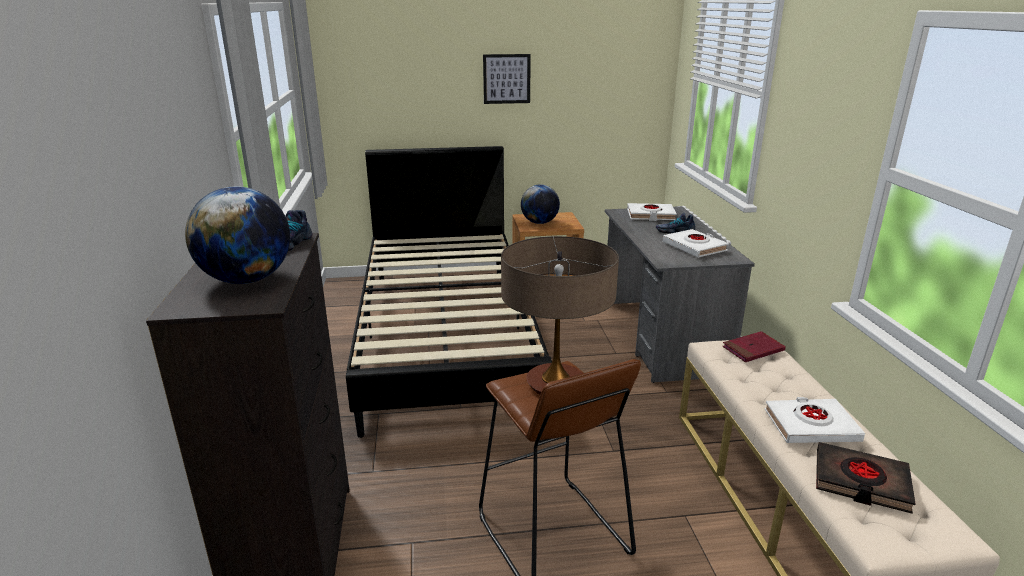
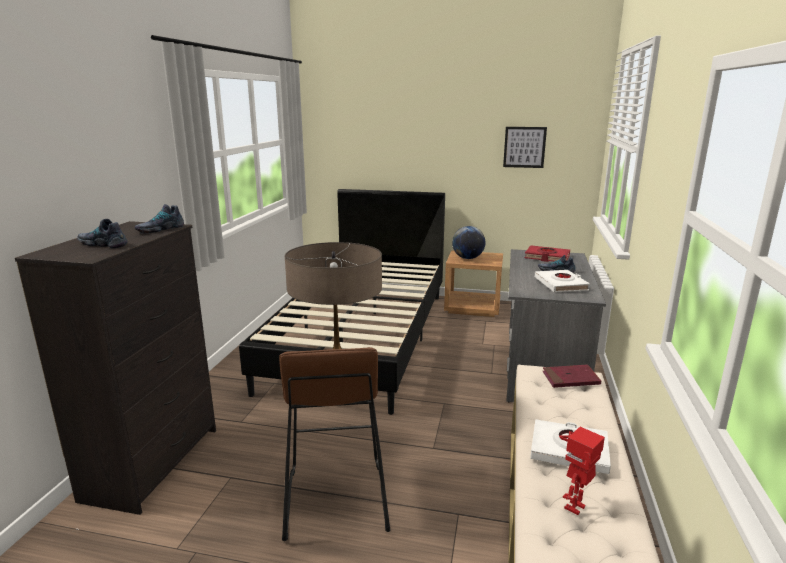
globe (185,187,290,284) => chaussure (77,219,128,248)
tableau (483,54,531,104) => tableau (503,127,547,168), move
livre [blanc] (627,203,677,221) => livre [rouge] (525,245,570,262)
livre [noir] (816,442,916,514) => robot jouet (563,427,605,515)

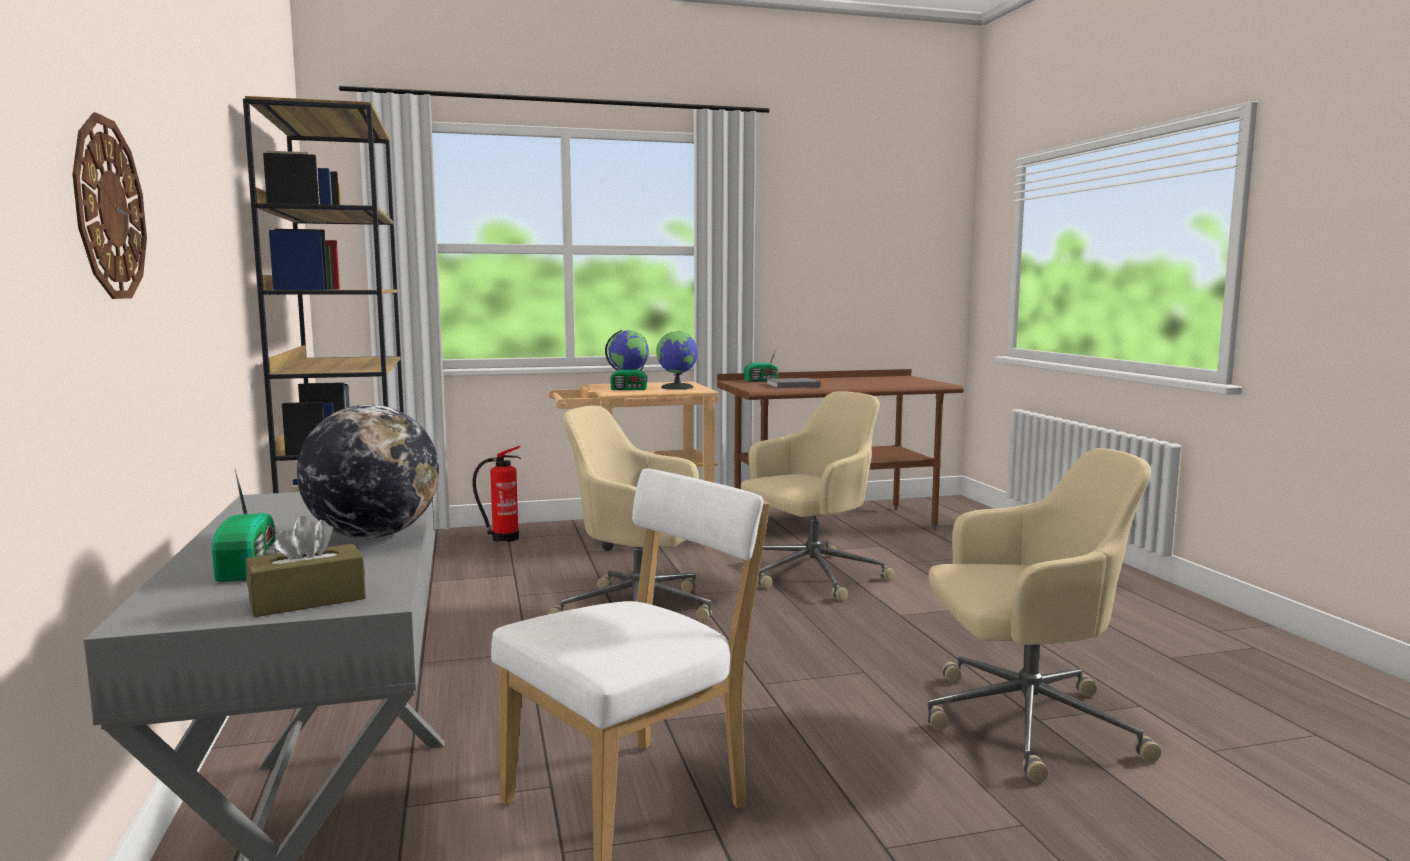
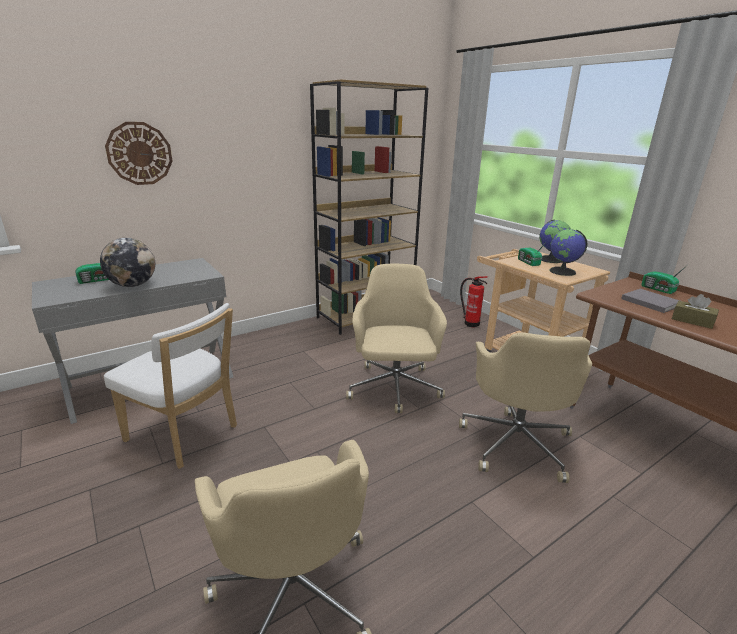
boîte à mouchoirs [marron] (246,516,366,617) => boîte à mouchoirs [marron] (672,294,719,329), move
chaise de bureau [beige] (741,391,894,601) => chaise de bureau [beige] (459,332,592,483), 60 degrees clockwise

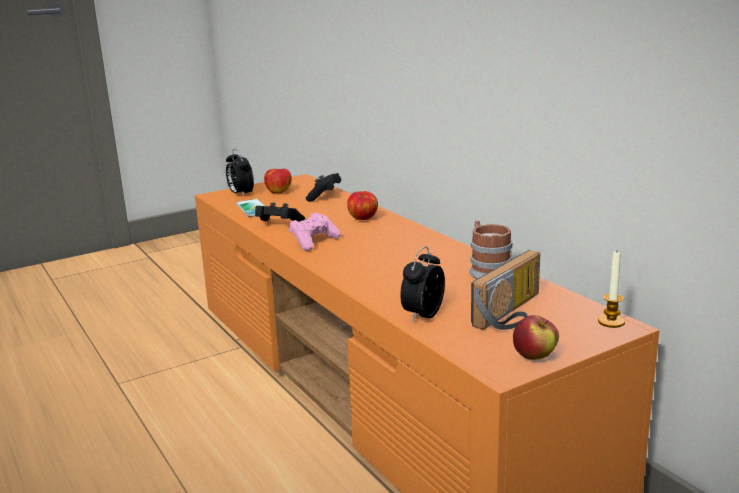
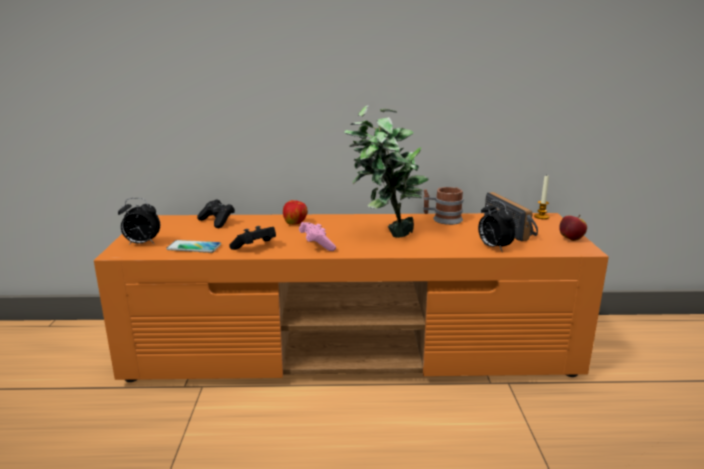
pomme (264,169,292,193) => nothing
nothing => plante en pot (344,105,429,238)

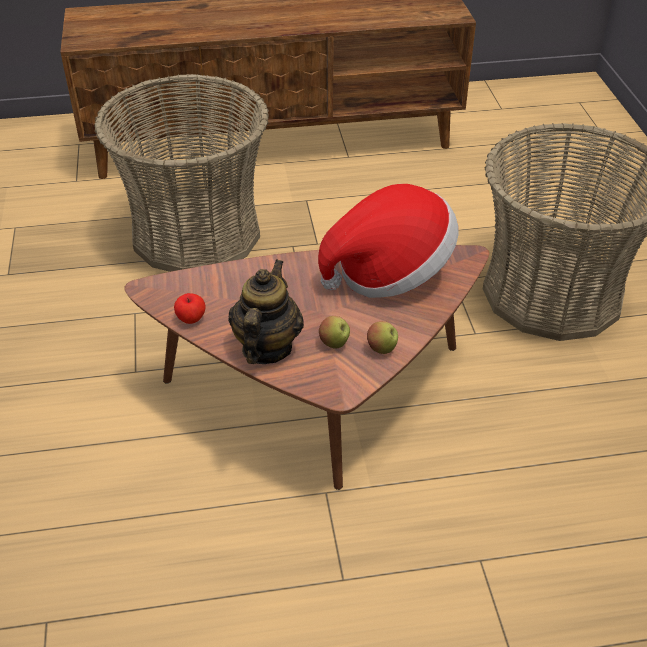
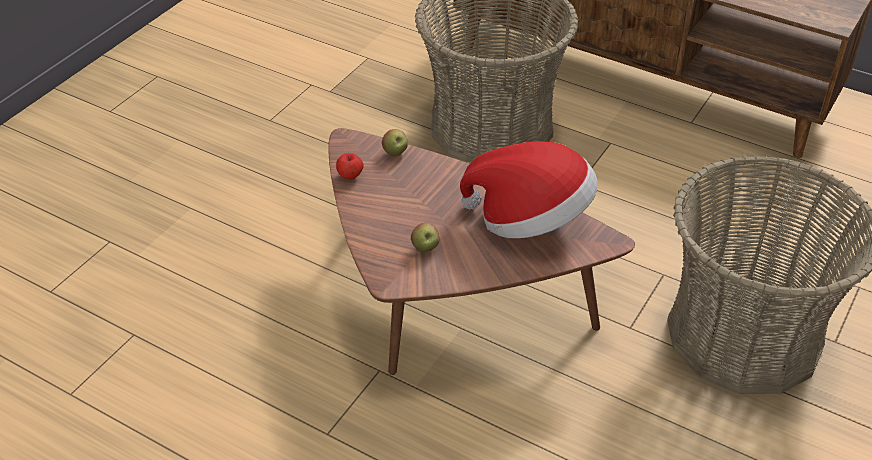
théière (228,259,304,364) => nothing
pomme (367,321,398,354) => pomme (382,129,408,157), move

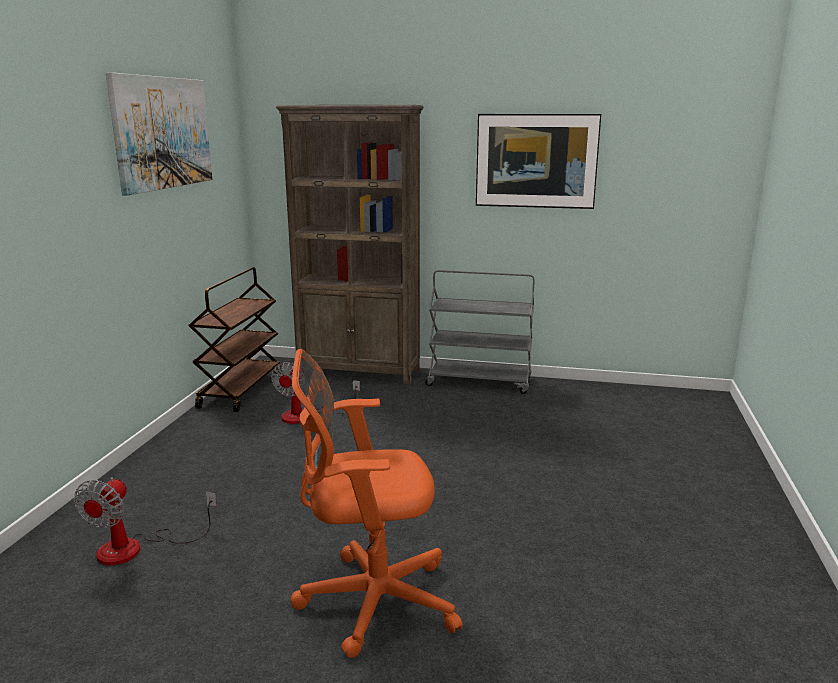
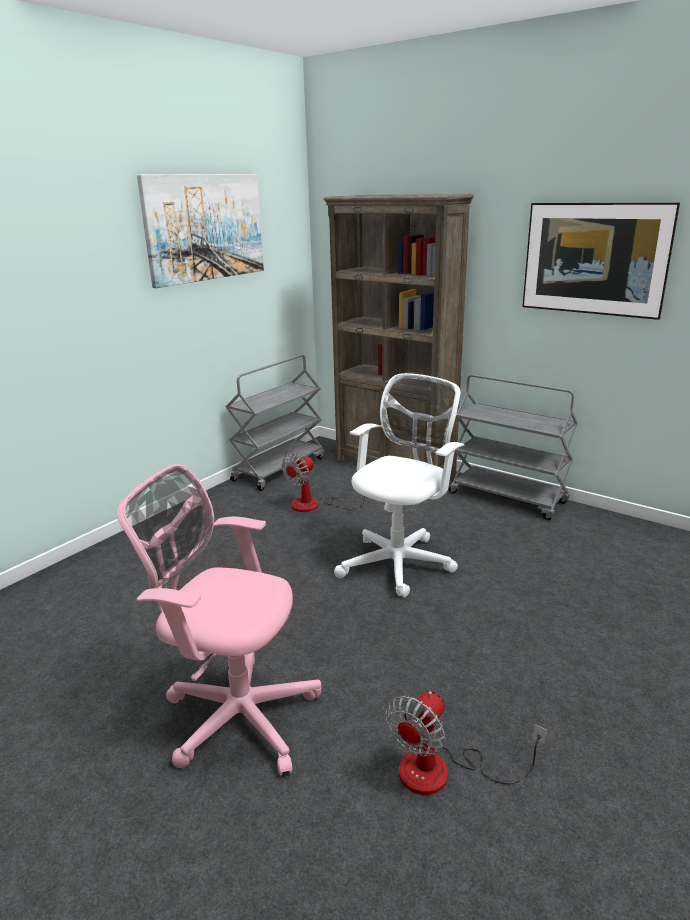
ventilateur (74,477,217,566) => ventilateur (386,691,547,795), move
chariot [marron] (188,267,281,412) => chariot [gris] (225,355,324,491)
chaise de bureau [orange] (291,349,462,658) => chaise de bureau [rose] (117,464,321,775)
nothing => chaise de bureau [blanc] (334,373,465,597)

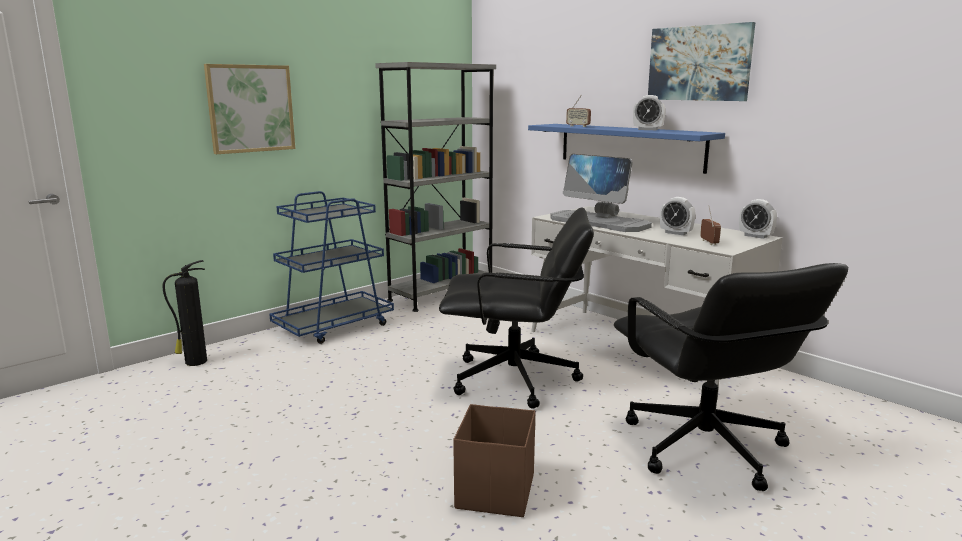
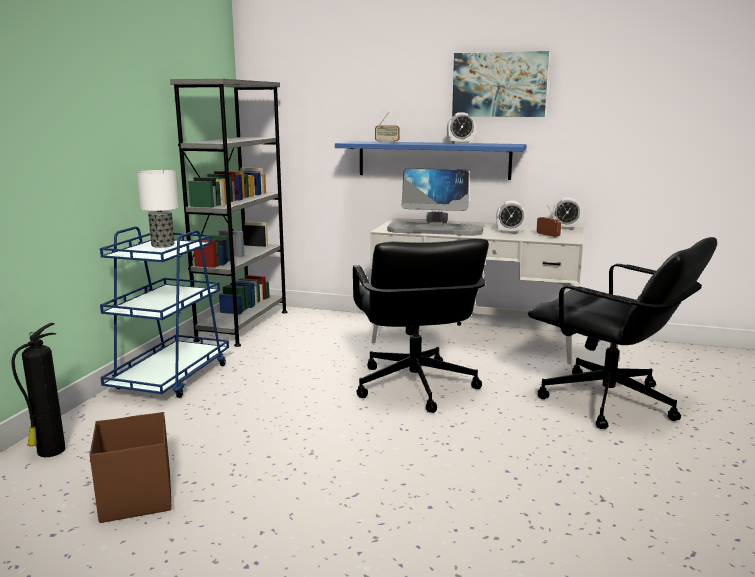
tableau (204,64,295,154) => nothing
chaise de bureau [noir] (439,207,594,409) => chaise de bureau [noir] (353,238,489,413), 105 degrees clockwise
boîte de rangement [marron] (453,404,535,517) => boîte de rangement [marron] (90,412,172,523), move
nothing => lampe de table (136,170,179,248)

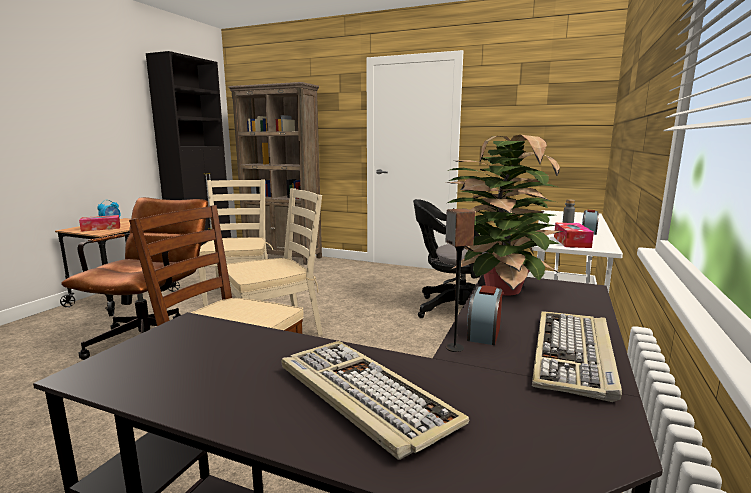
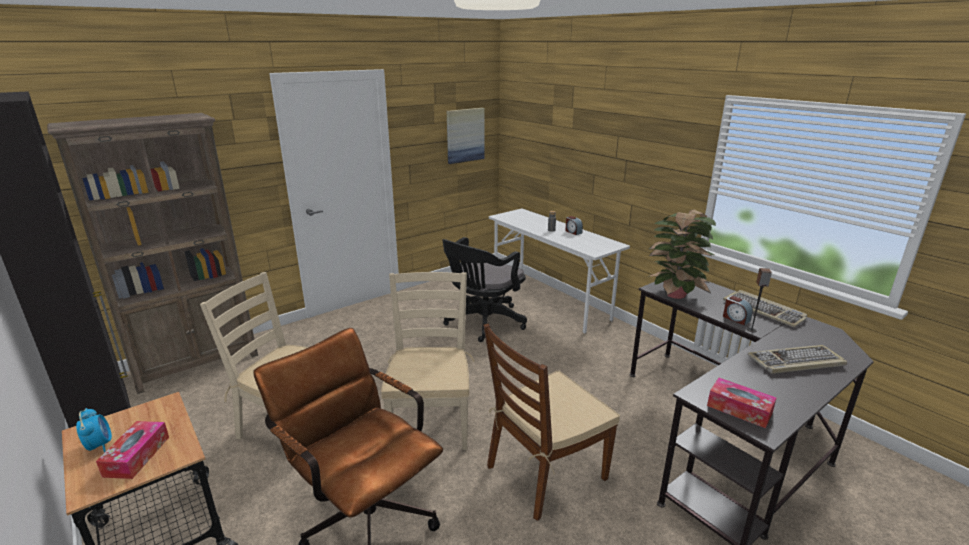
boîte à mouchoirs (554,223,594,248) => boîte à mouchoirs (707,378,776,428), move
nothing => tableau (447,108,484,164)

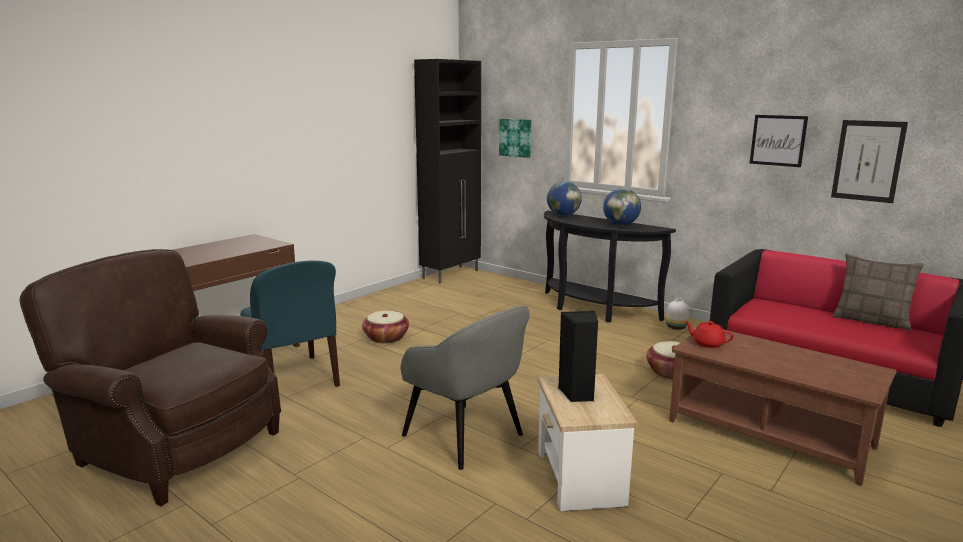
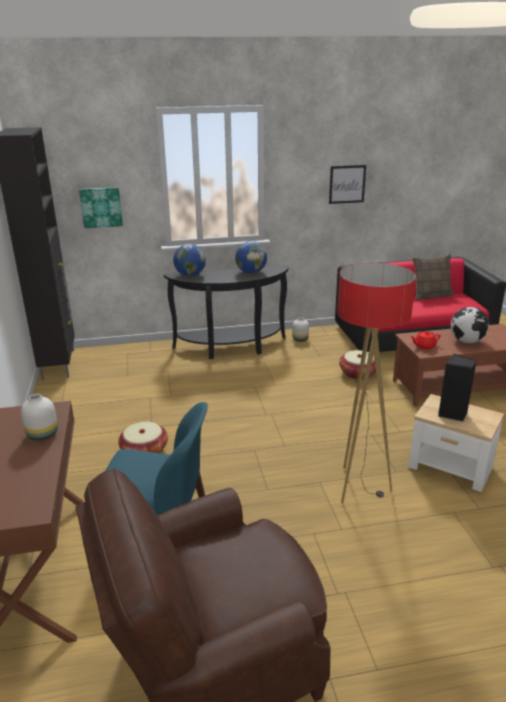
fauteuil [gris] (400,306,529,470) => lampadaire (337,263,416,504)
tableau (831,120,908,203) => nothing
nothing => vase [blanc] (21,394,58,441)
nothing => globe (451,307,489,343)

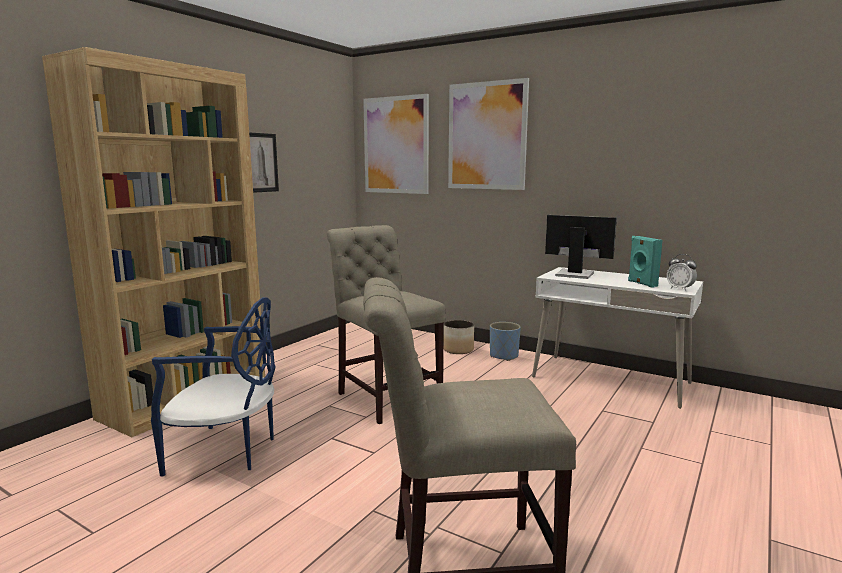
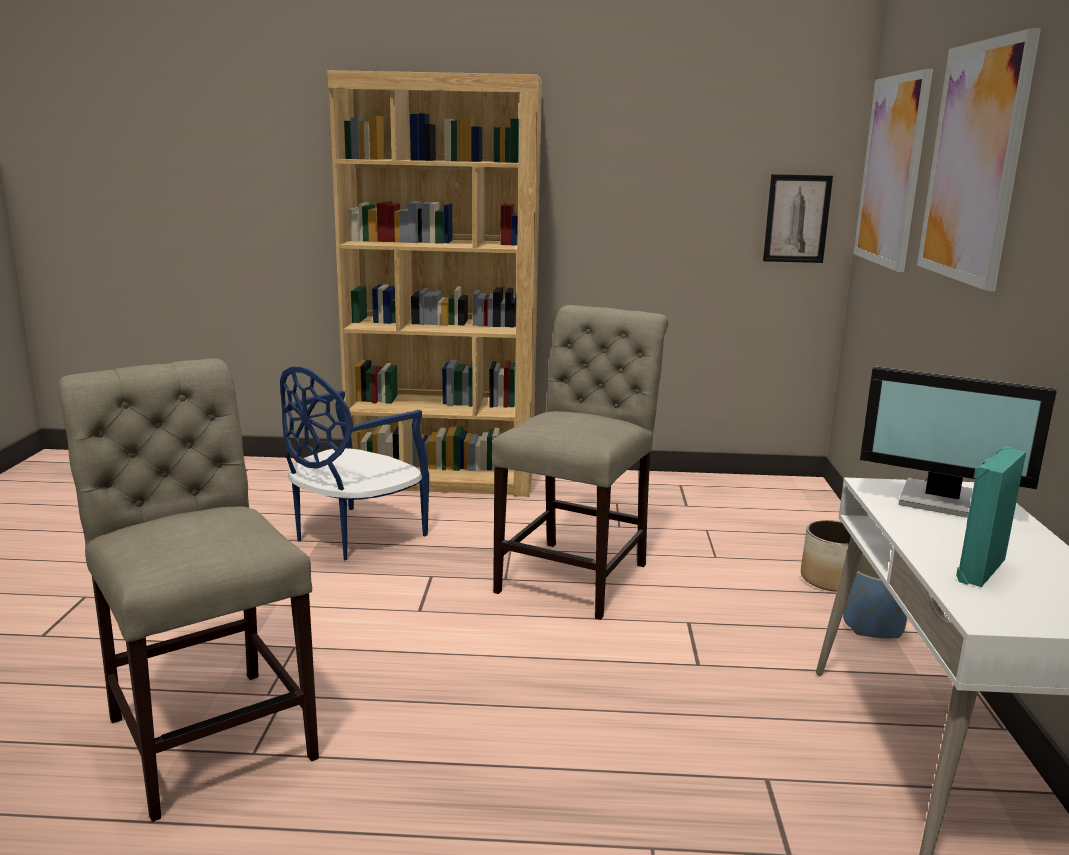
chaise [bleu] (151,297,275,476) => chaise [bleu] (280,367,429,560), 60 degrees clockwise
tableau (249,132,279,193) => tableau (763,174,833,263), move
écran d'ordinateur (545,215,617,279) => écran d'ordinateur (860,366,1057,518), 120 degrees clockwise
réveil (667,254,697,291) => nothing

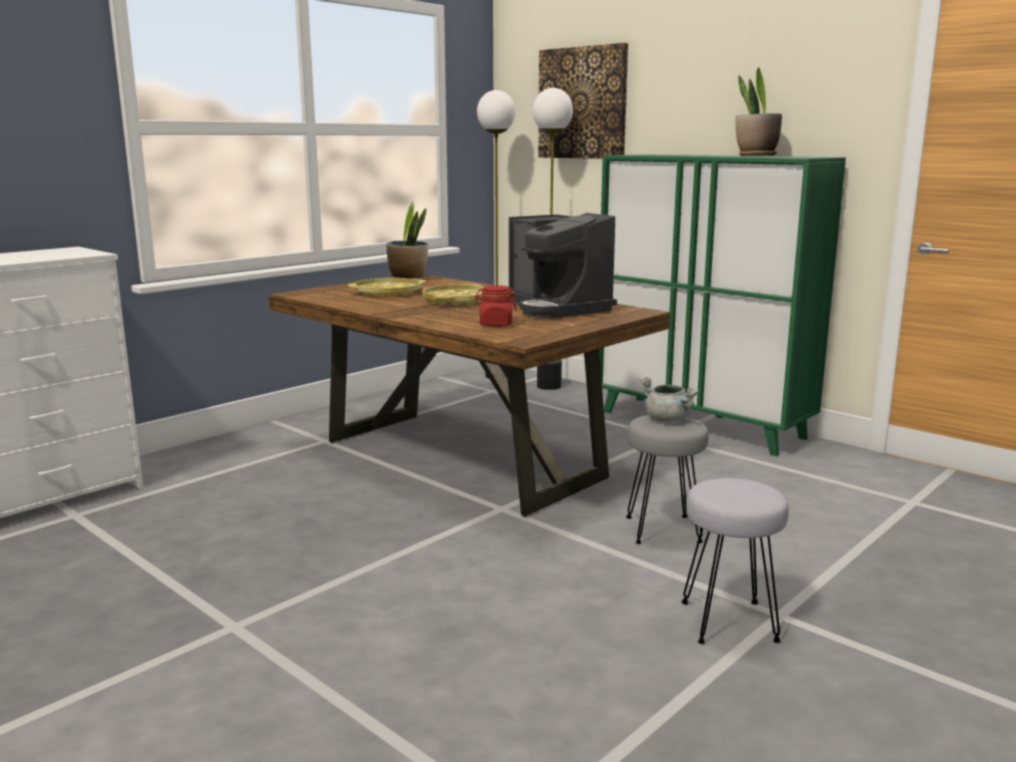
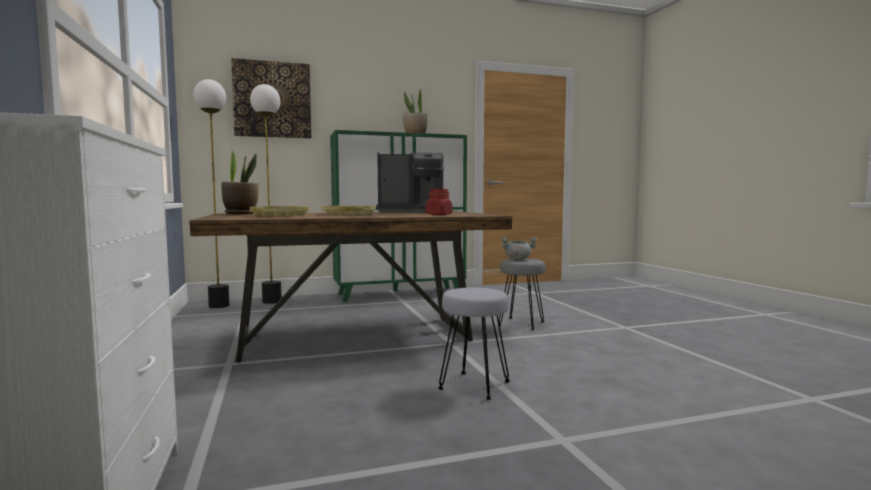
tabouret [gris] (681,478,789,644) => tabouret [gris] (438,287,510,400), move

